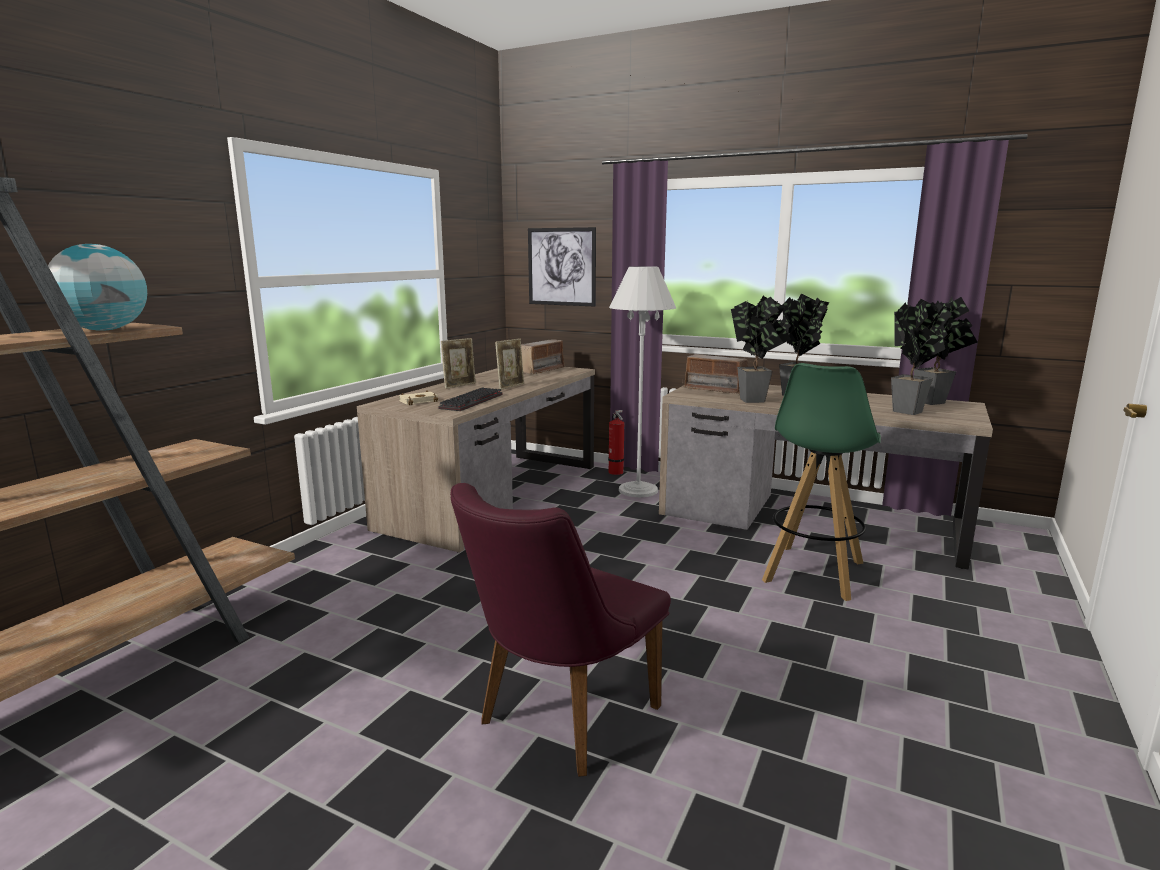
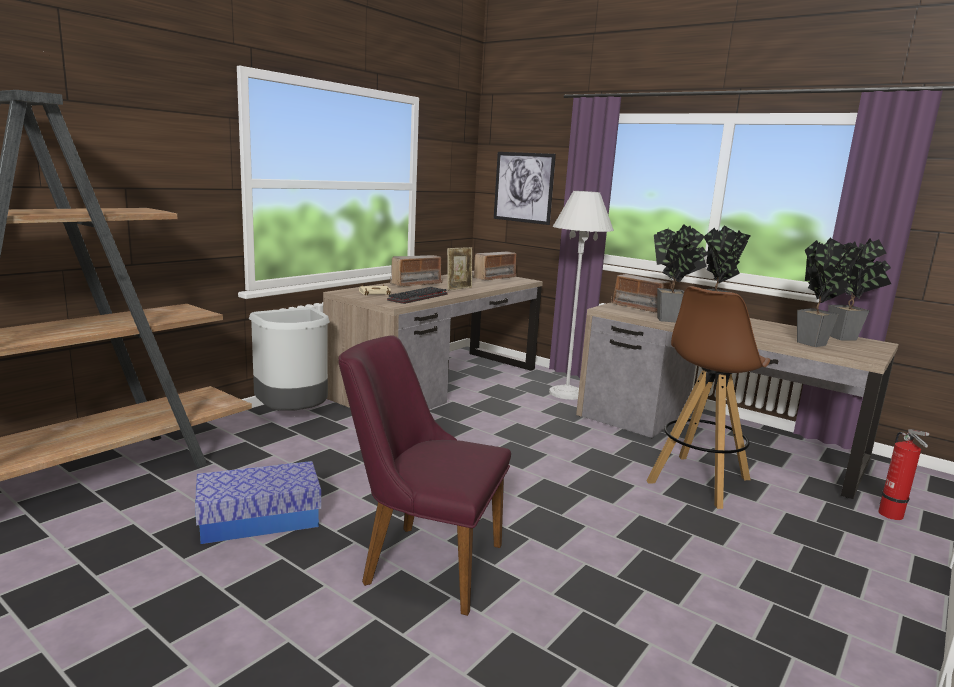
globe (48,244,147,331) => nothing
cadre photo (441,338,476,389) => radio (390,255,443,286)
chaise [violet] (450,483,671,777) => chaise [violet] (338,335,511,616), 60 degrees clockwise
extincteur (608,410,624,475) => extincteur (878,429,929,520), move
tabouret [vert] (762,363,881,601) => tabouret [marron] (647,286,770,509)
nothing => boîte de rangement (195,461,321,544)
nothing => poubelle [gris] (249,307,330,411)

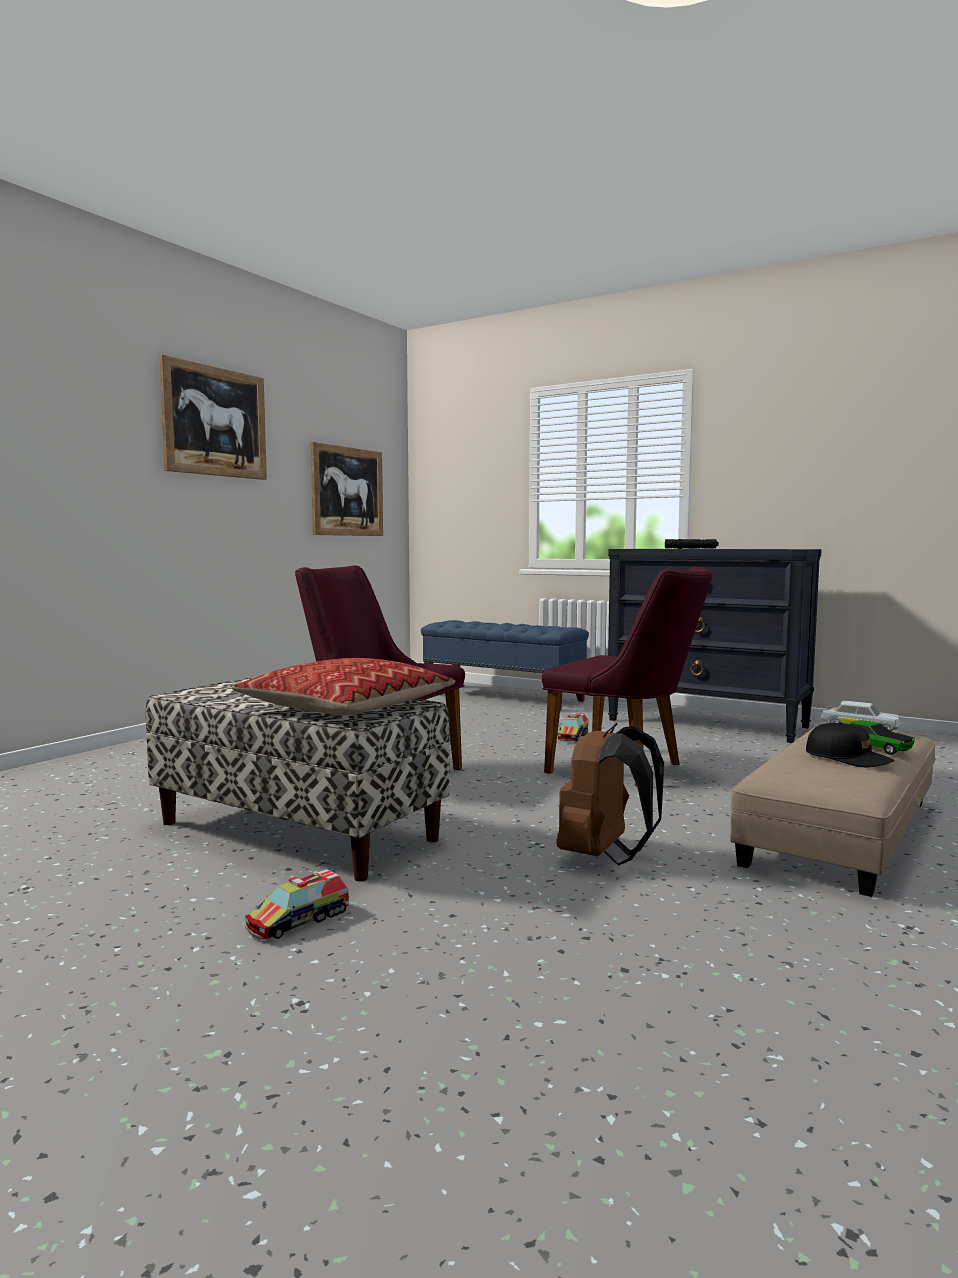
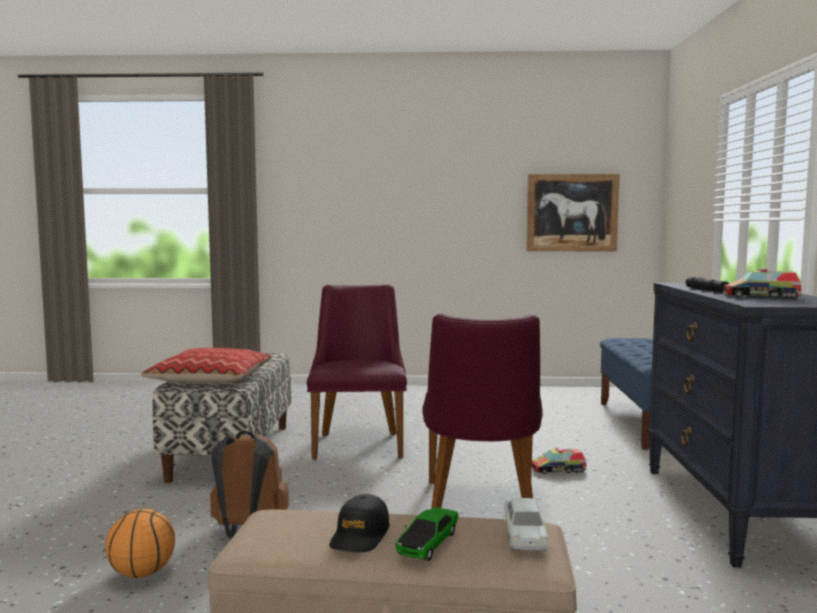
tableau (159,355,267,480) => nothing
camion jouet (245,869,349,940) => camion jouet (723,269,802,299), move
nothing => ballon de basket (105,509,175,578)

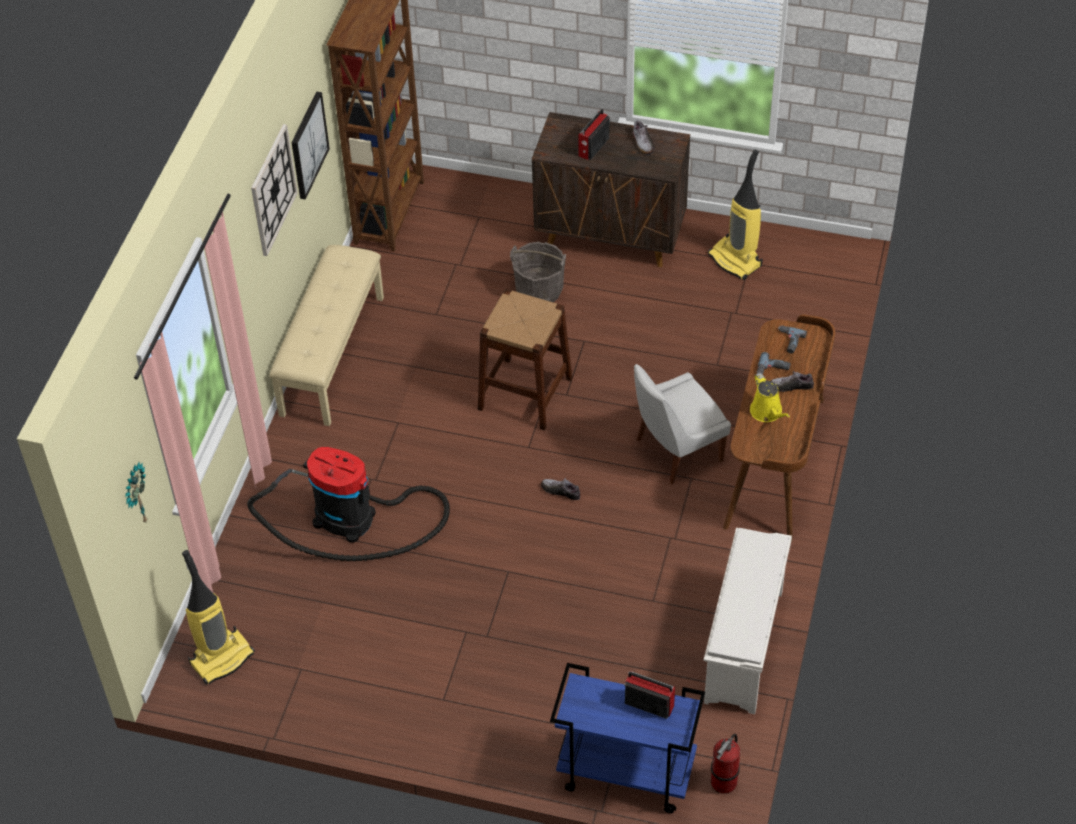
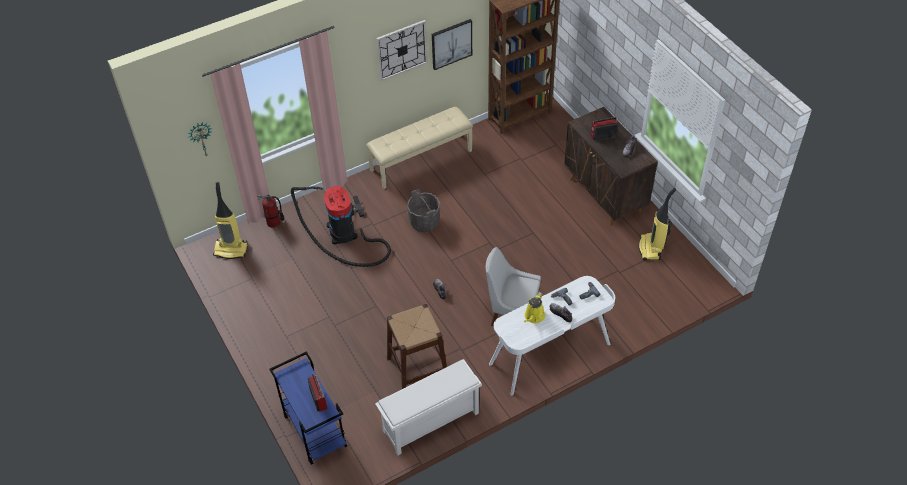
tabouret [marron] (478,289,573,430) => tabouret [marron] (387,304,447,389), move
seau [gris] (510,242,566,302) => seau [gris] (407,189,440,232), move
extincteur (711,734,740,794) => extincteur (257,195,284,228), move
bureau [marron] (723,314,835,542) => bureau [blanc] (489,276,615,396)

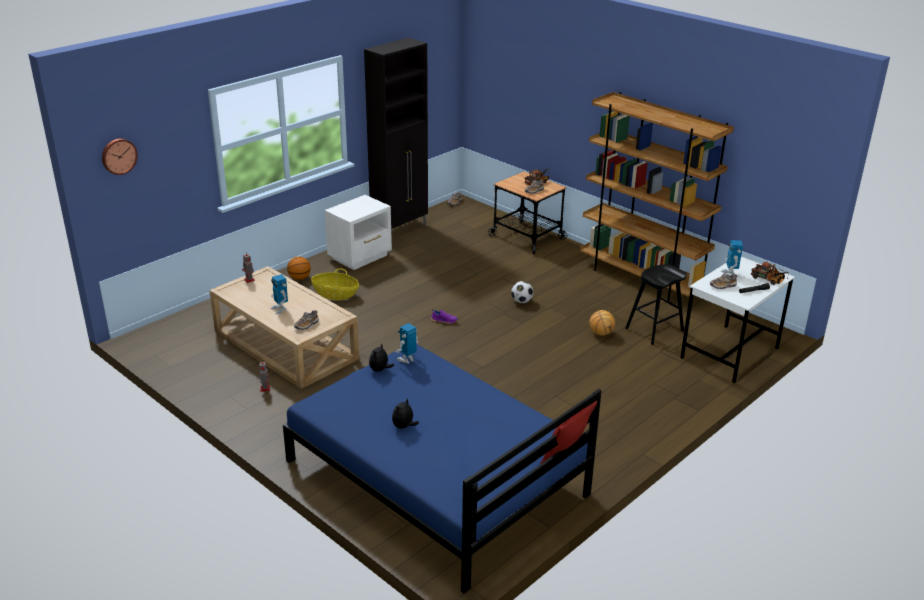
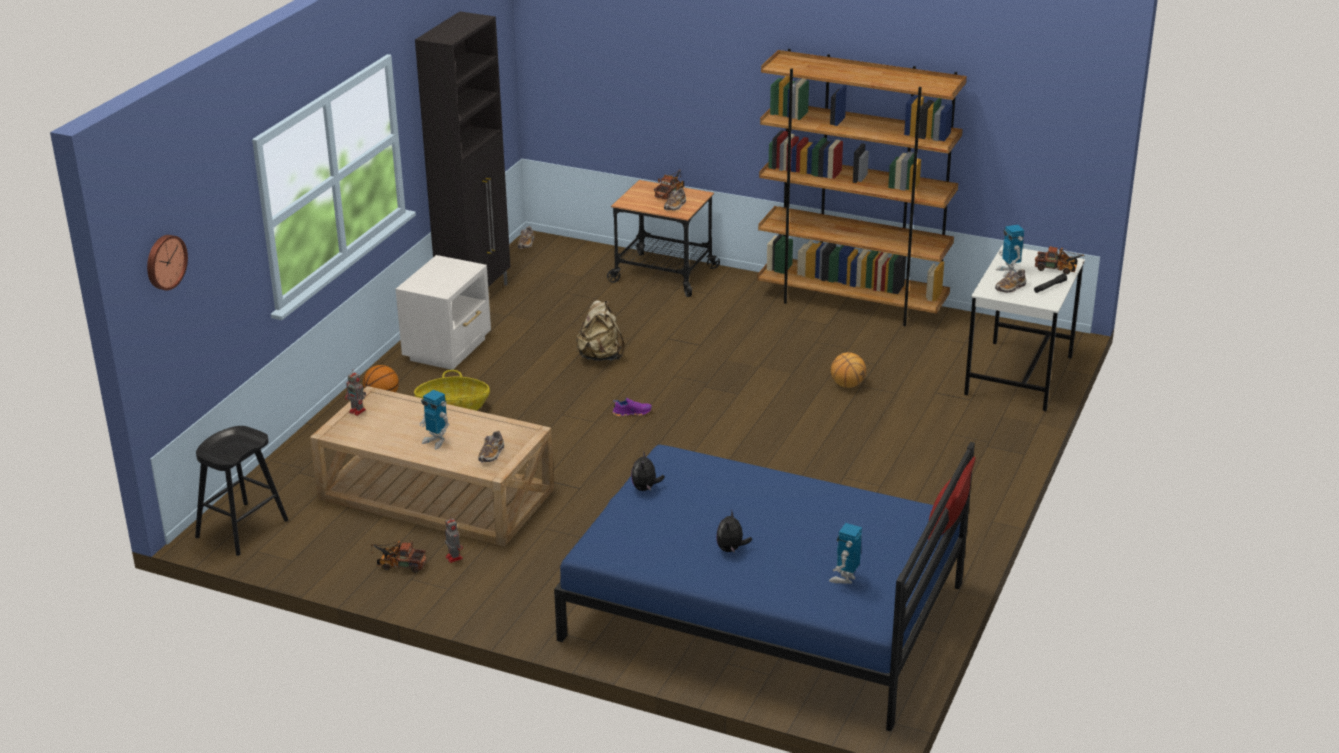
robot jouet (395,323,418,364) => robot jouet (829,523,862,584), move
ballon de foot (511,281,533,303) => nothing
tabouret [noir] (625,264,687,345) => tabouret [noir] (195,426,288,556), move
nothing => camion jouet (371,540,426,573)
nothing => sac à dos [beige] (576,300,625,361)

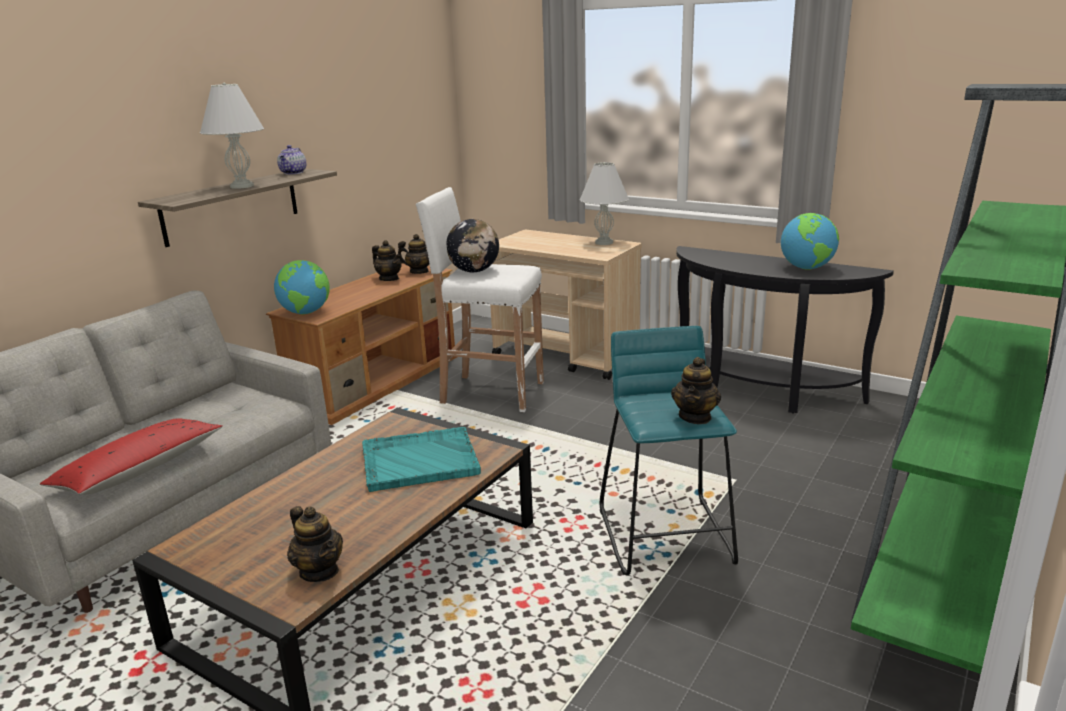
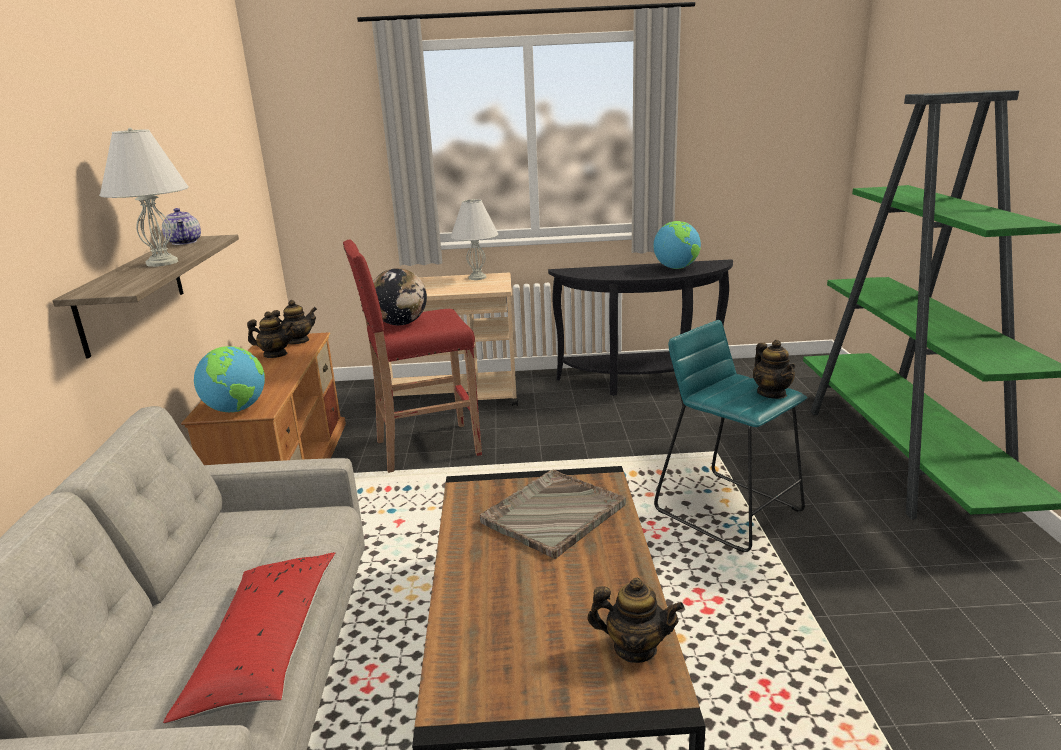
plateau [turquoise] (362,427,481,492) => plateau [gris] (480,470,626,559)
tabouret [blanc] (416,187,544,412) => tabouret [rouge] (343,240,482,473)

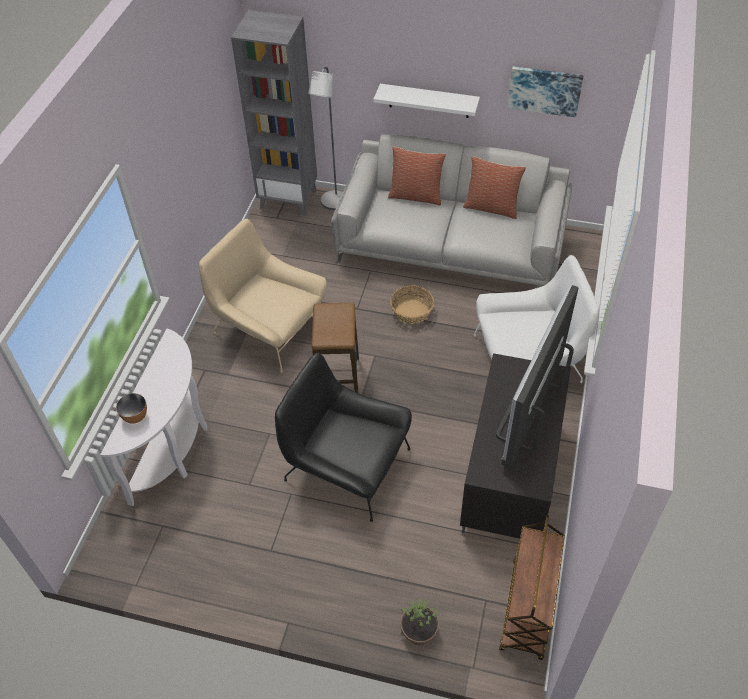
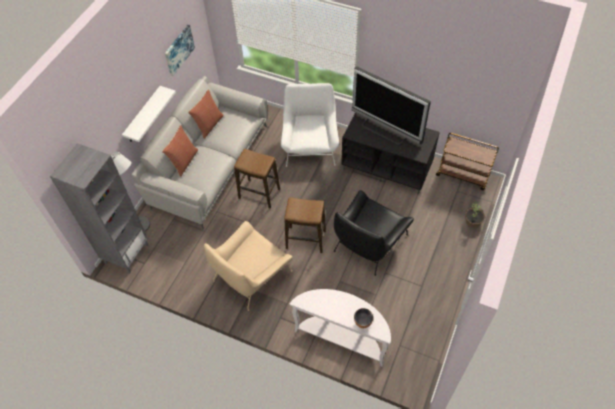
panier (390,285,434,324) => tabouret (234,148,280,208)

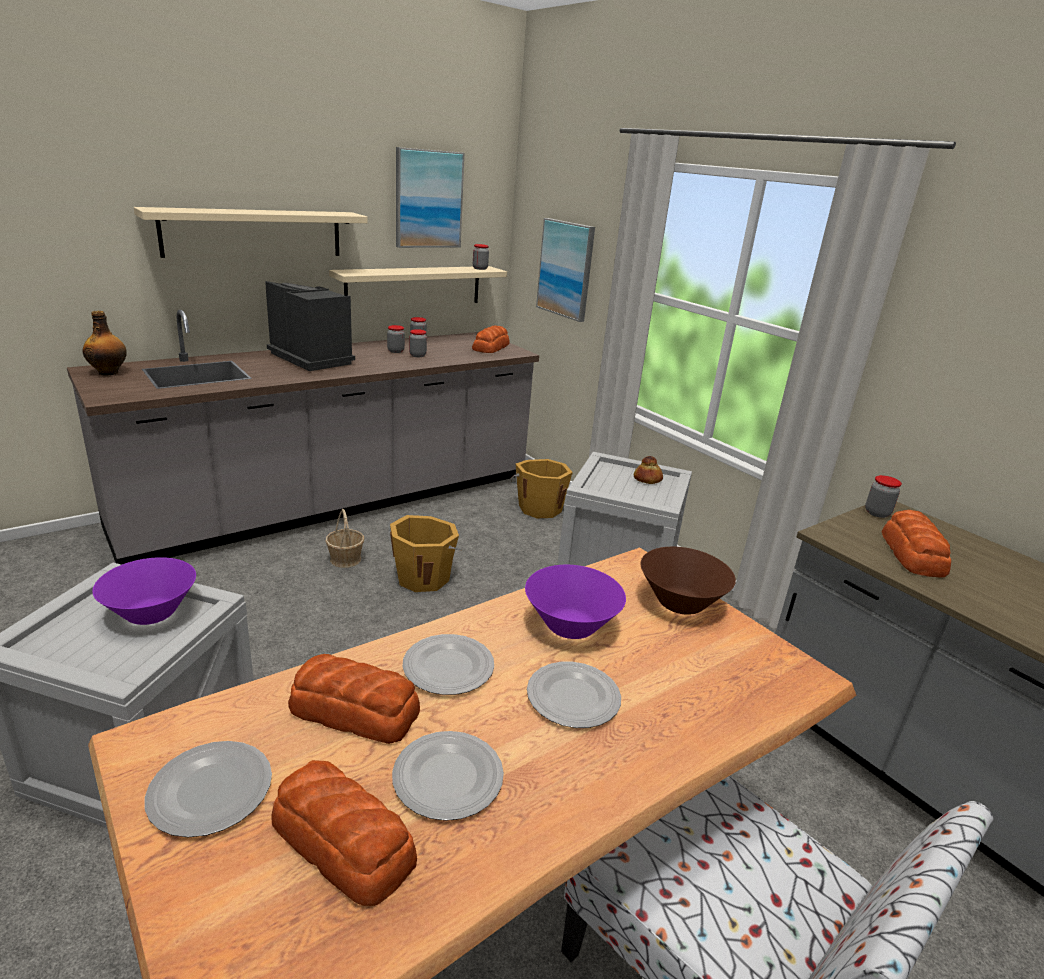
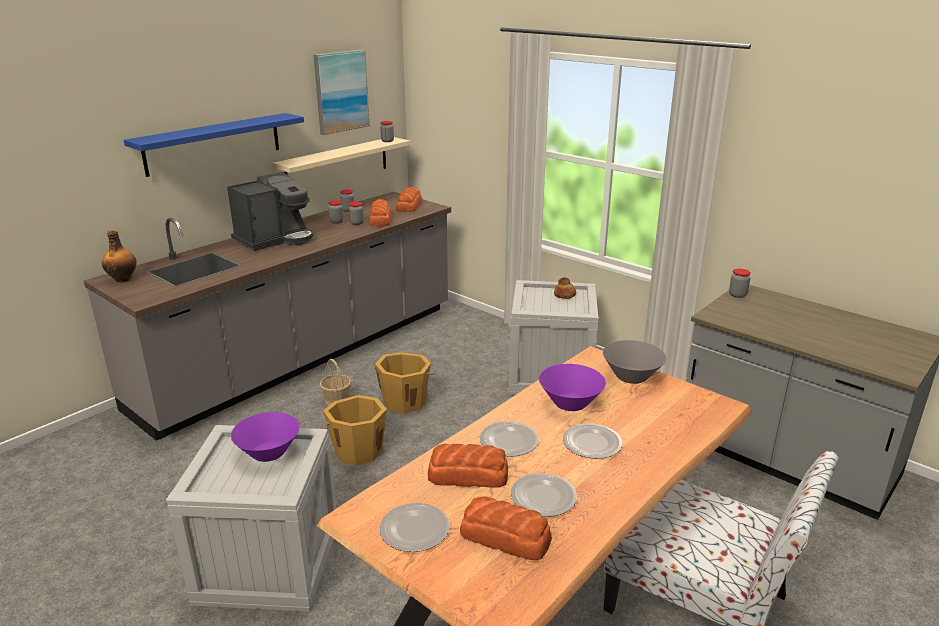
étagère [beige] (134,207,368,258) => étagère [bleu] (124,113,304,177)
machine à café (265,281,355,371) => machine à café (227,172,313,251), 105 degrees clockwise
seau [orange] (511,459,573,518) => seau [orange] (320,395,387,466), move
tableau (536,218,595,322) => nothing
bol [marron] (640,547,736,615) => bol [gris] (603,340,666,384)
pain (881,510,951,577) => pain (369,199,391,227), move

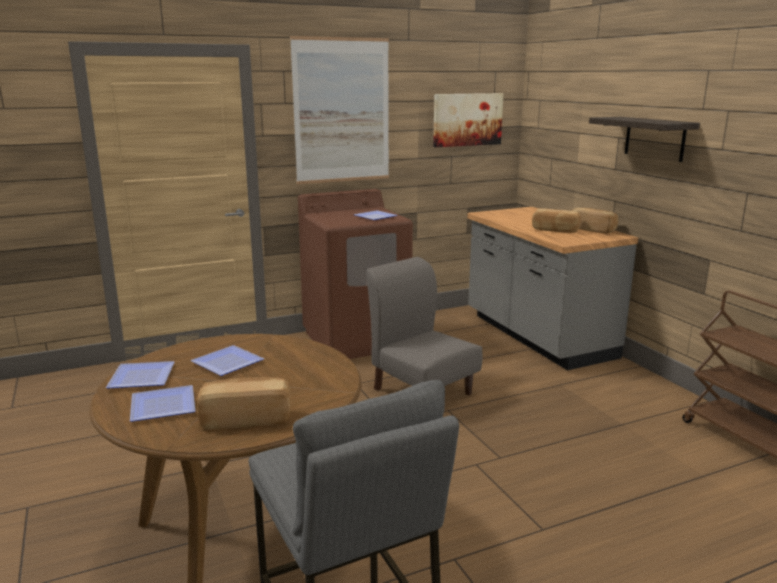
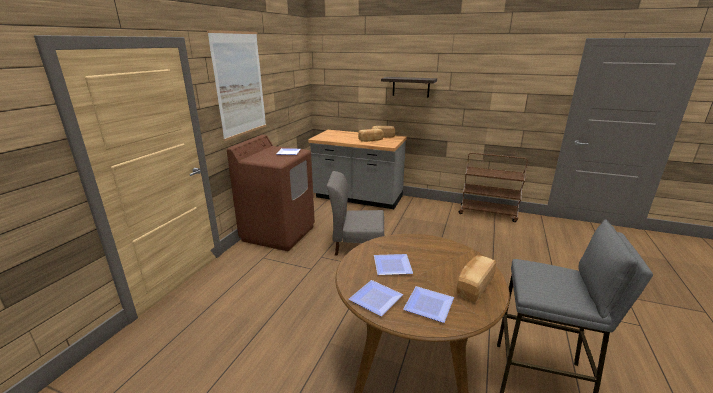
tableau (433,93,504,147) => nothing

